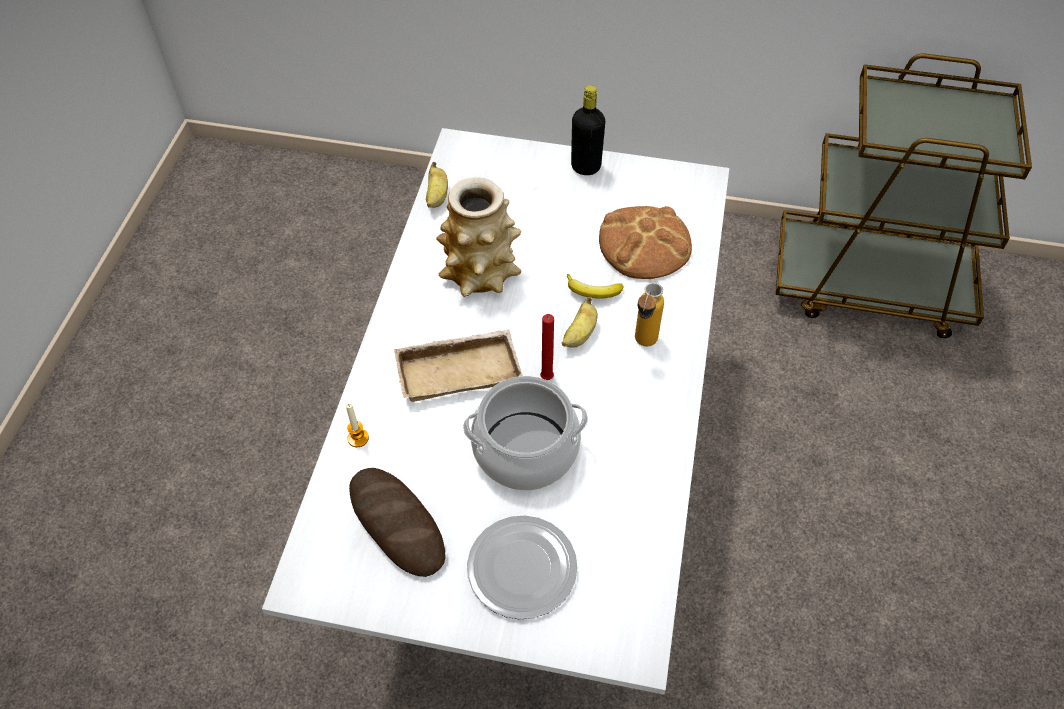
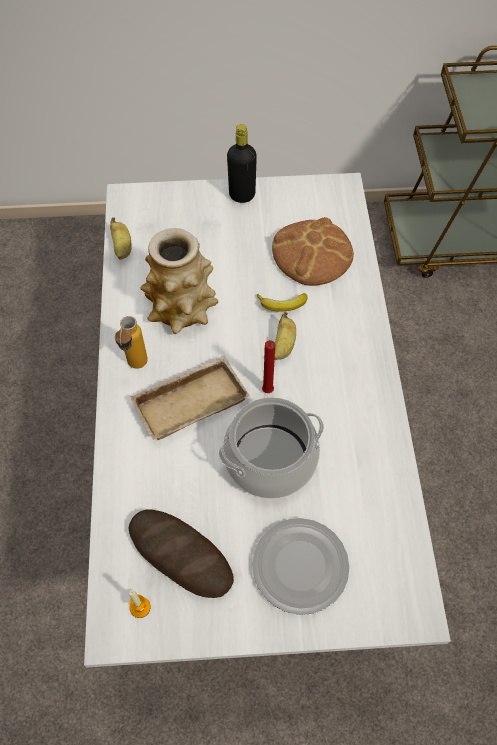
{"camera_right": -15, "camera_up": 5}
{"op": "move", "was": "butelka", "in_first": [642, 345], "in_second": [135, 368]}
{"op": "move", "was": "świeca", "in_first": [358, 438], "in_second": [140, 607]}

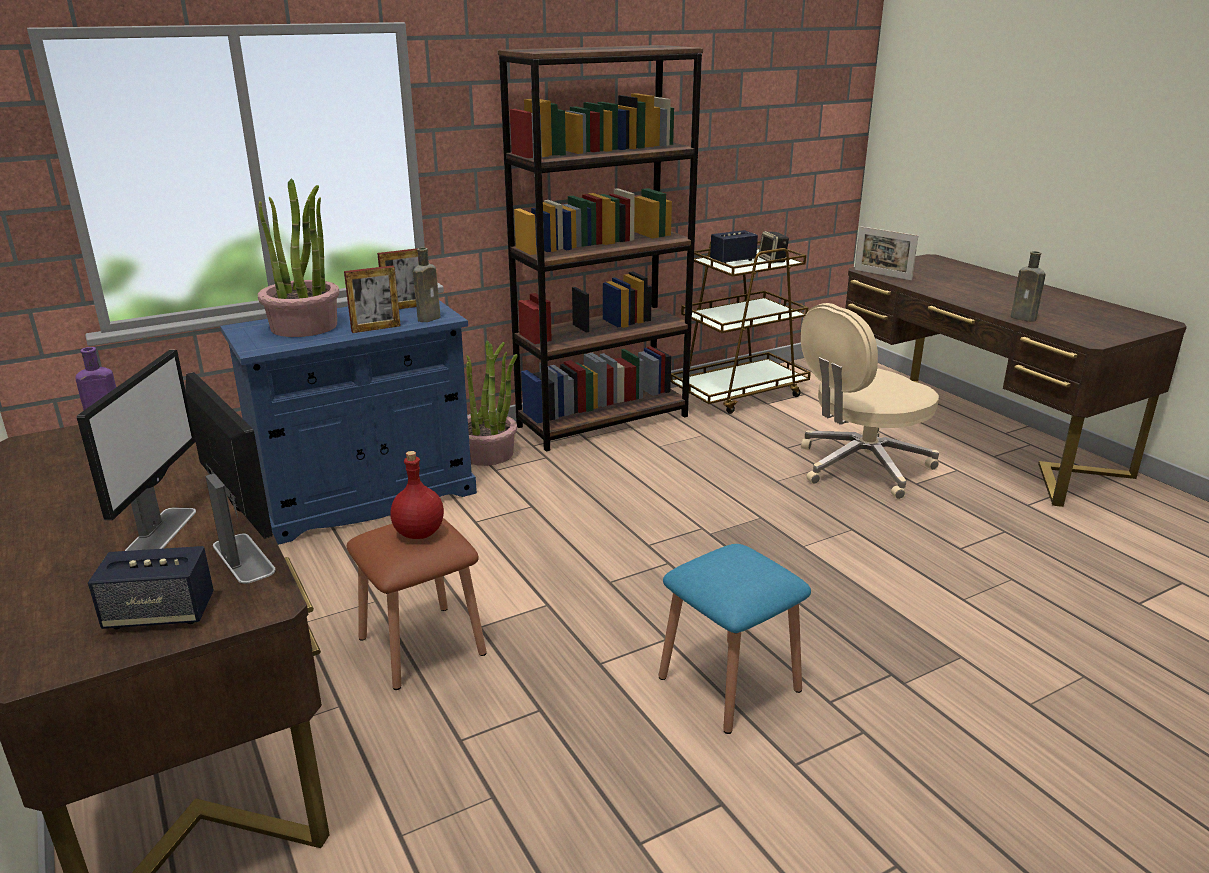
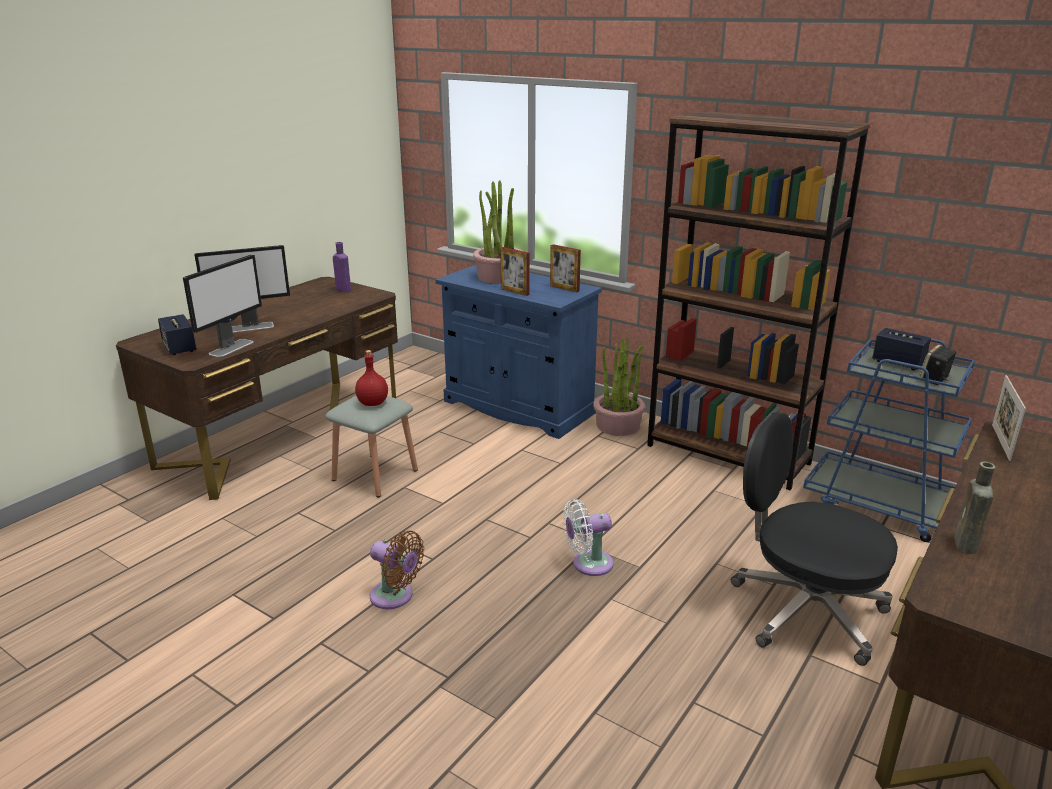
{"camera_right": 65, "camera_up": 0}
{"op": "recolor", "was": "stołek/brązowy", "now": "stołek/szary", "in_first": [422, 645], "in_second": [375, 475]}
{"op": "replace", "was": "stołek/niebieski", "now": "wentylator/brązowy", "in_first": [729, 683], "in_second": [395, 597]}
{"op": "insert", "now": "wentylator/biały", "in_second": [588, 564]}
{"op": "recolor", "was": "krzesło biurowe/beżowy", "now": "krzesło biurowe/czarny", "in_first": [861, 467], "in_second": [804, 610]}
{"op": "recolor", "was": "wózek/brązowy", "now": "wózek/niebieski", "in_first": [739, 393], "in_second": [881, 506]}
{"op": "delete", "was": "butelka/brązowy", "in_first": [430, 318]}

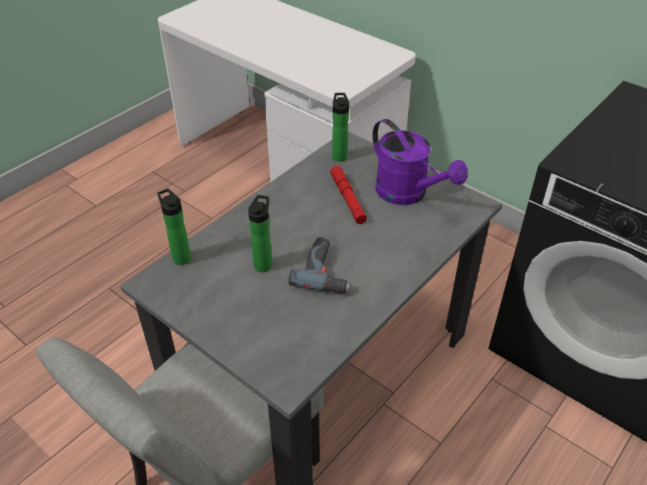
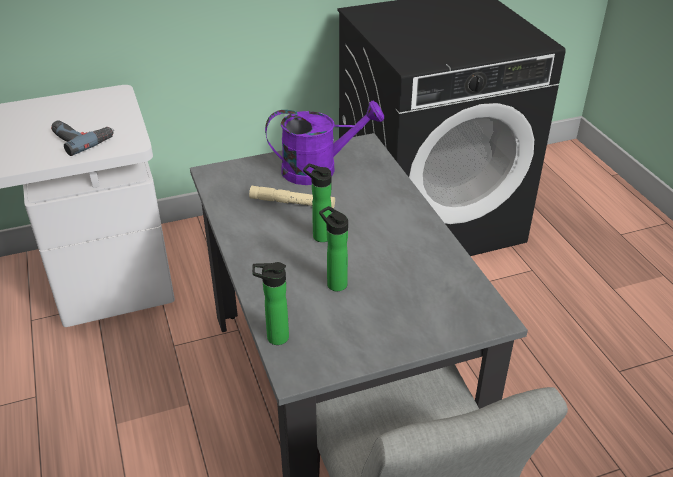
{"camera_right": -60, "camera_up": -5}
{"op": "move", "was": "wiertarka", "in_first": [326, 271], "in_second": [81, 138]}
{"op": "recolor", "was": "latarka/czerwony", "now": "latarka/beżowy", "in_first": [348, 199], "in_second": [292, 202]}
{"op": "move", "was": "butelka", "in_first": [339, 155], "in_second": [319, 236]}

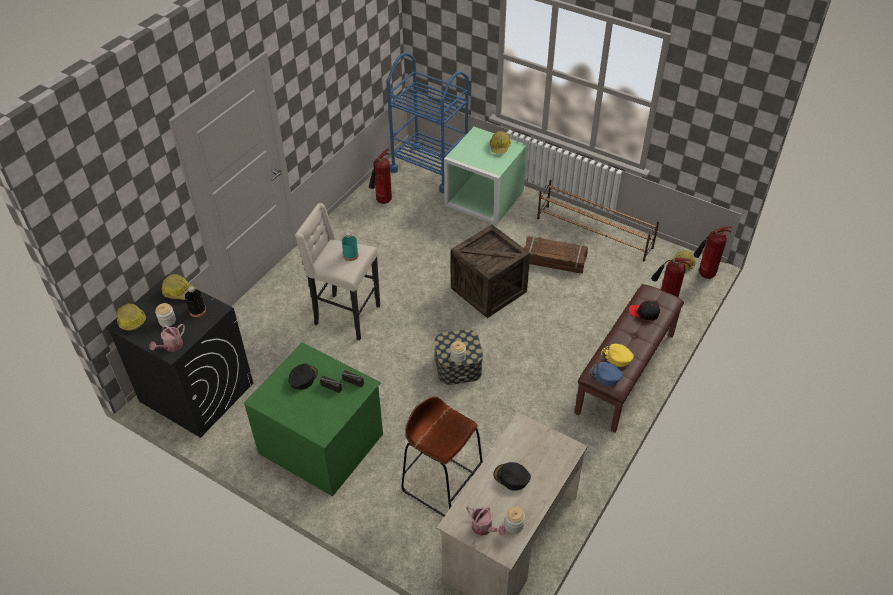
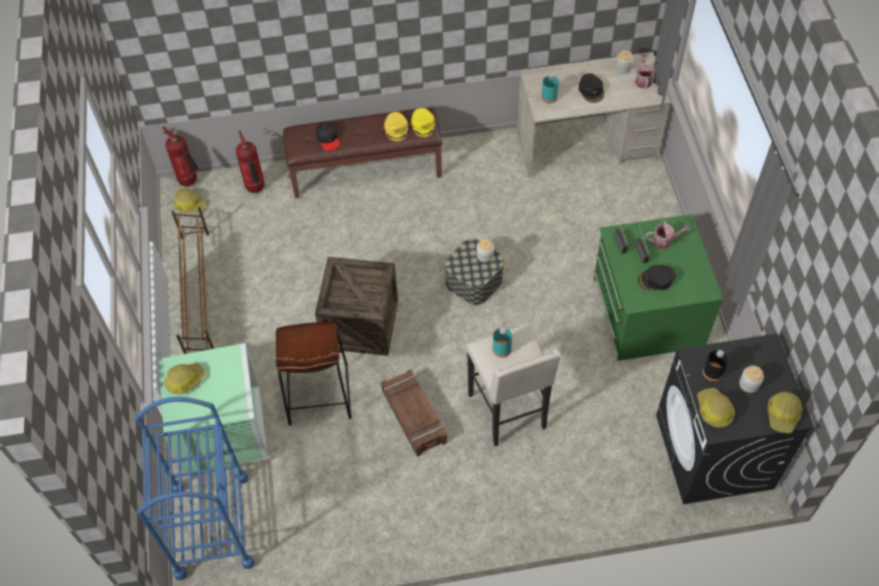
{"camera_right": -130, "camera_up": 10}
{"op": "move", "was": "stołek/brązowy", "in_first": [443, 484], "in_second": [318, 395]}
{"op": "move", "was": "skrzynka", "in_first": [553, 260], "in_second": [414, 416]}
{"op": "recolor", "was": "czapka z daszkiem/niebieski", "now": "czapka z daszkiem/żółty", "in_first": [605, 375], "in_second": [423, 124]}
{"op": "insert", "now": "butelka/turkusowy", "in_second": [549, 97]}
{"op": "move", "was": "konewka", "in_first": [171, 346], "in_second": [665, 241]}
{"op": "delete", "was": "gaśnica", "in_first": [382, 202]}

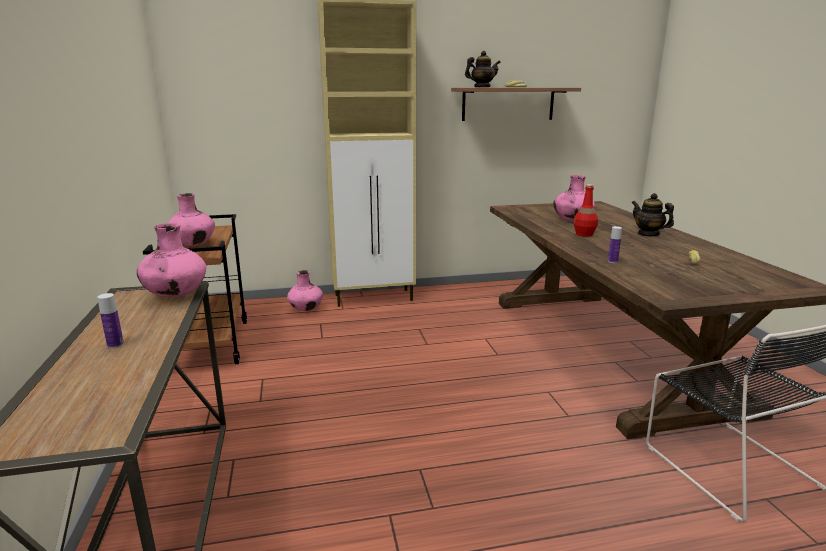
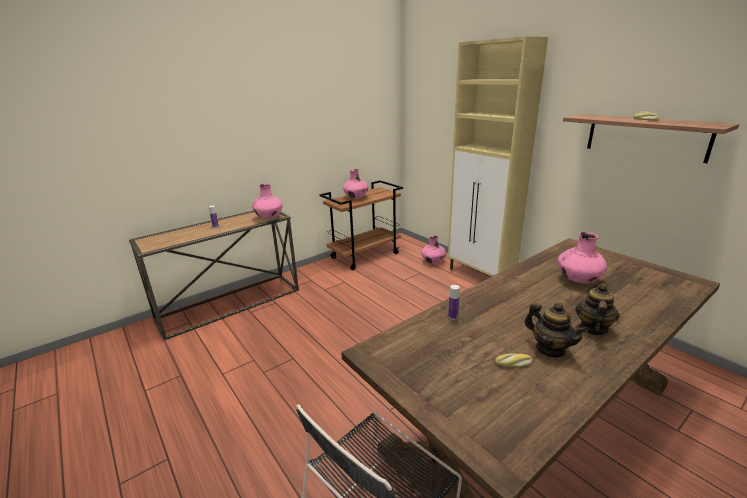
{"camera_right": 65, "camera_up": 5}
{"op": "move", "was": "imbryk", "in_first": [482, 87], "in_second": [550, 349]}
{"op": "delete", "was": "butelka/czerwony", "in_first": [584, 234]}

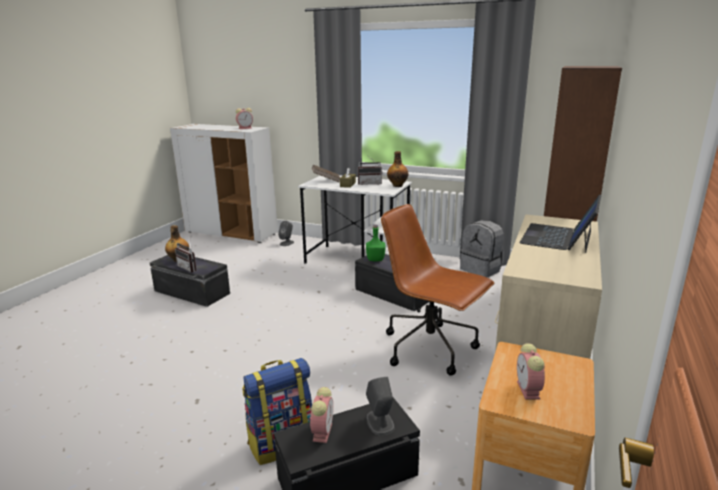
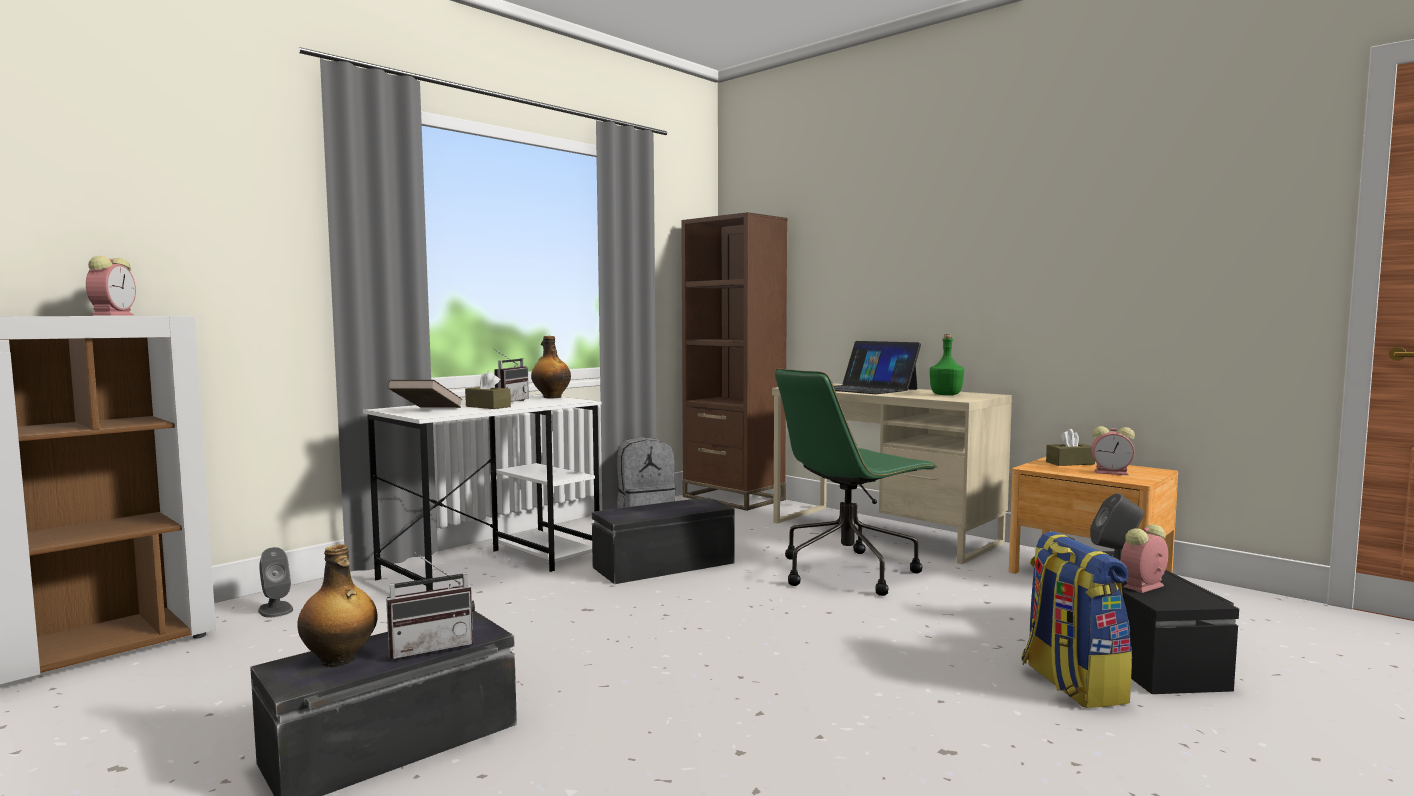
{"camera_right": -70, "camera_up": -15}
{"op": "recolor", "was": "krzesło biurowe/brązowy", "now": "krzesło biurowe/zielony", "in_first": [431, 349], "in_second": [848, 571]}
{"op": "move", "was": "butelka/zielony", "in_first": [375, 259], "in_second": [945, 395]}
{"op": "insert", "now": "pudełko chusteczek/brązowy", "in_second": [1070, 463]}
{"op": "rotate", "was": "budzik", "in_first": [322, 431], "in_second": [1143, 587], "clockwise": -60}

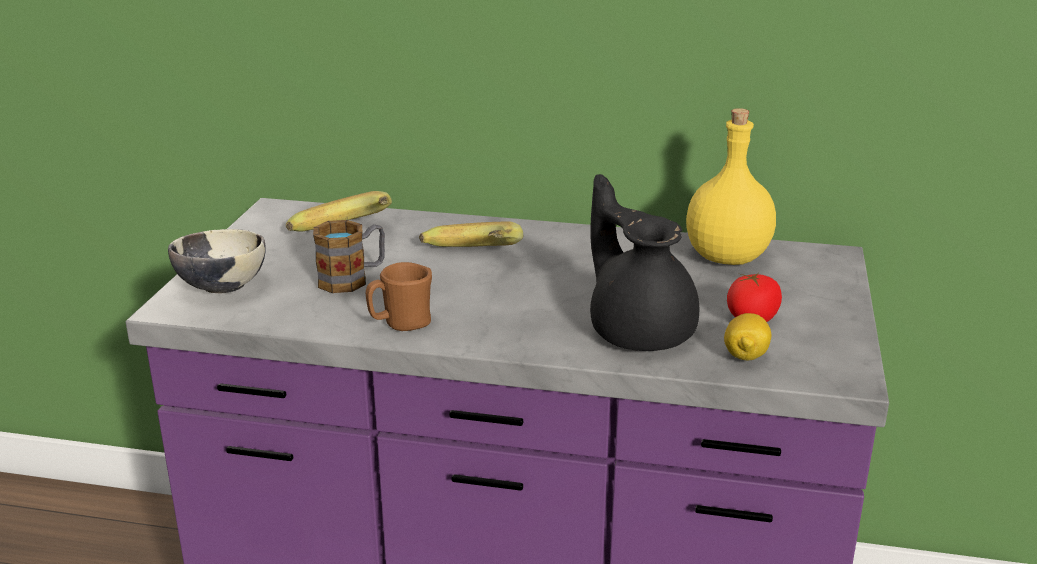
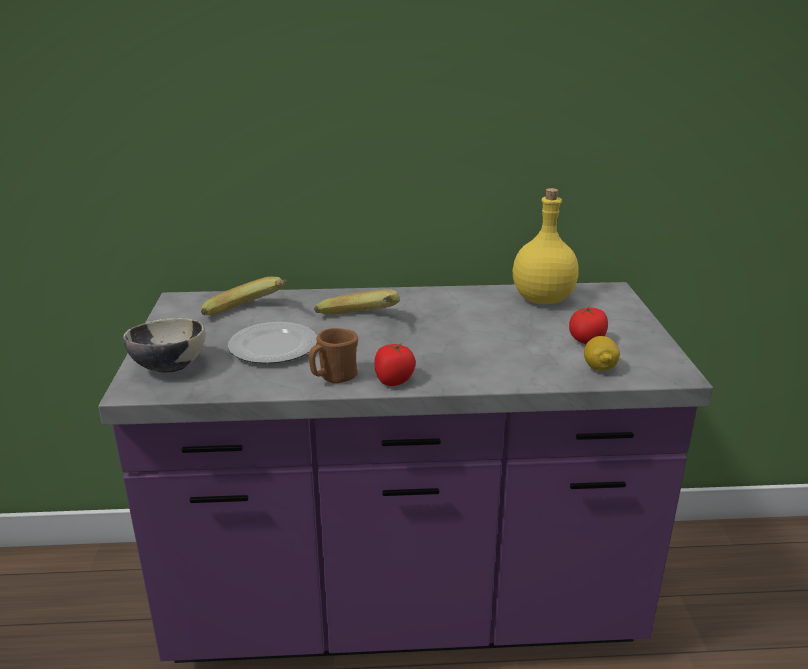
{"camera_right": -15, "camera_up": 0}
{"op": "replace", "was": "kubek", "now": "talerz", "in_first": [352, 279], "in_second": [274, 347]}
{"op": "insert", "now": "pomidor", "in_second": [394, 380]}
{"op": "delete", "was": "imbryk/czarny", "in_first": [639, 330]}

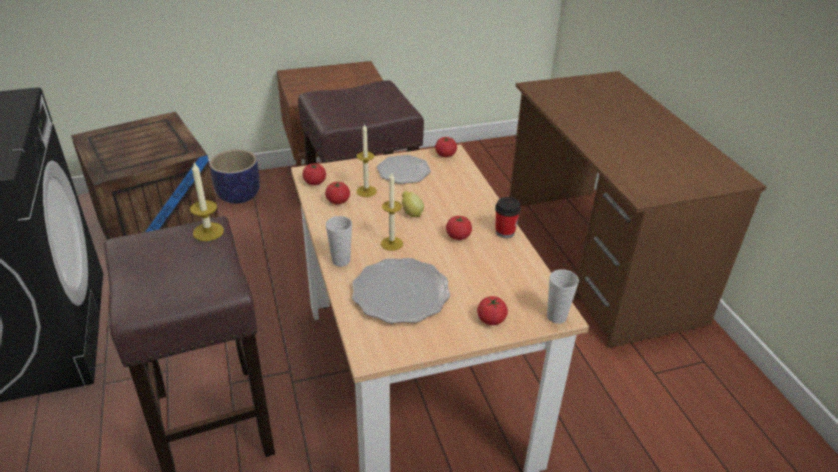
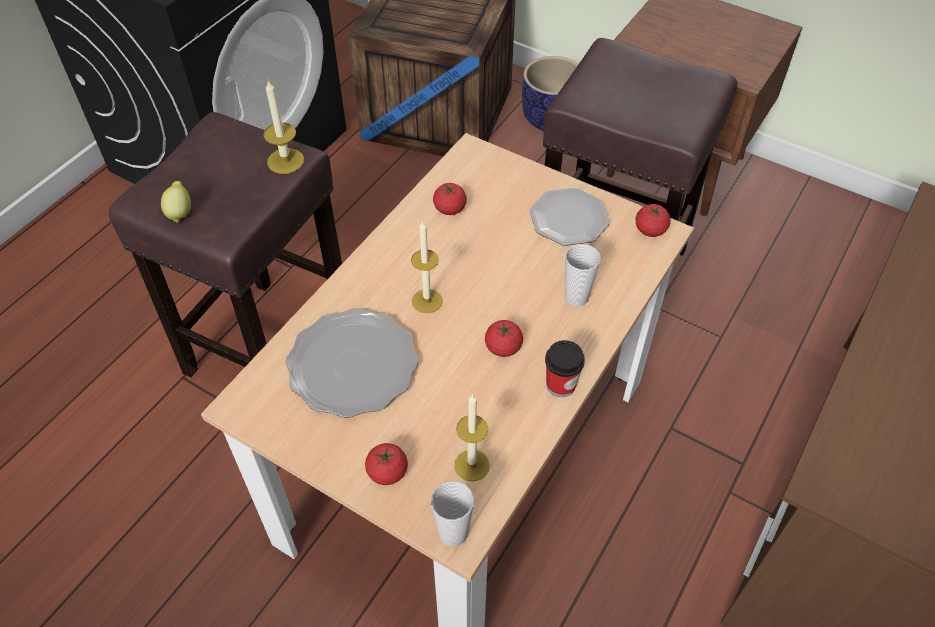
{"camera_right": 50, "camera_up": 15}
{"op": "move", "was": "cytryna", "in_first": [411, 213], "in_second": [180, 212]}
{"op": "move", "was": "świeca", "in_first": [366, 191], "in_second": [471, 465]}
{"op": "move", "was": "filiżanka", "in_first": [341, 261], "in_second": [576, 297]}
{"op": "delete", "was": "pomidor", "in_first": [315, 182]}

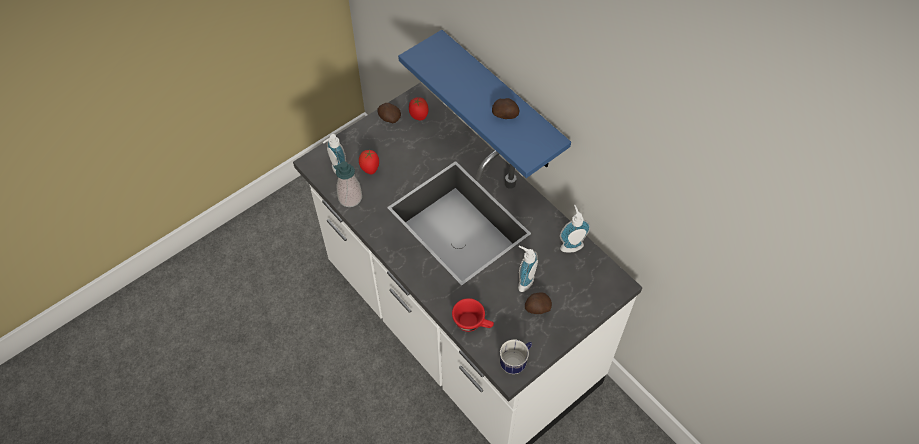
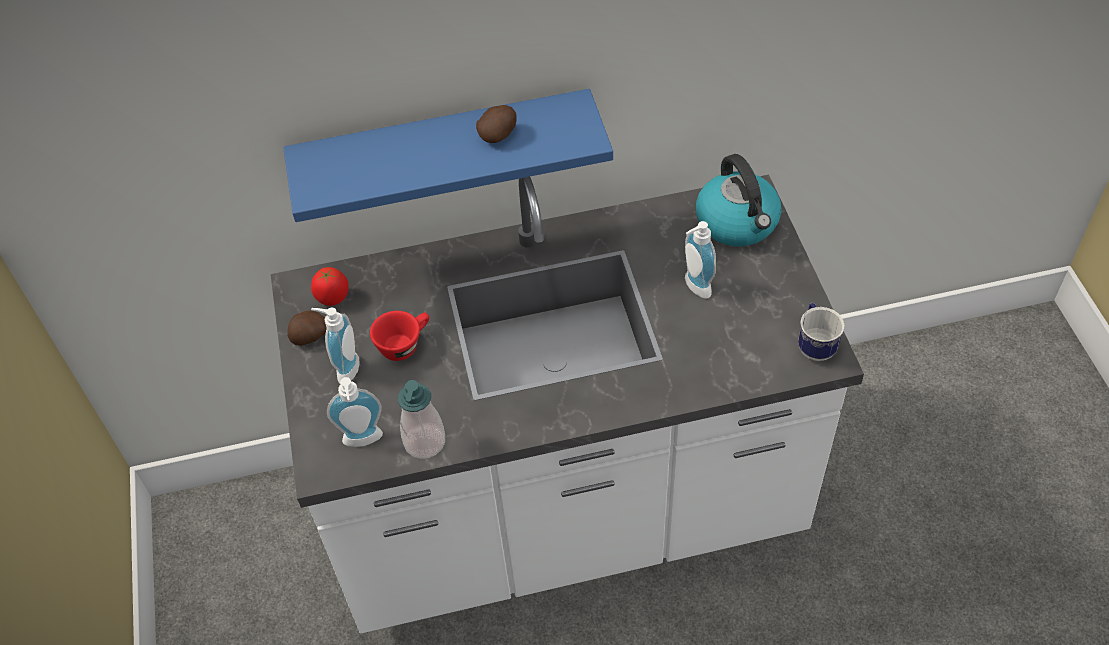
{"camera_right": -60, "camera_up": -5}
{"op": "move", "was": "dozownik mydła", "in_first": [570, 244], "in_second": [344, 369]}
{"op": "move", "was": "filiżanka/czerwony", "in_first": [473, 323], "in_second": [404, 344]}
{"op": "insert", "now": "czajnik", "in_second": [738, 223]}
{"op": "delete", "was": "pomidor", "in_first": [370, 168]}
{"op": "delete", "was": "ziemniak", "in_first": [537, 308]}

